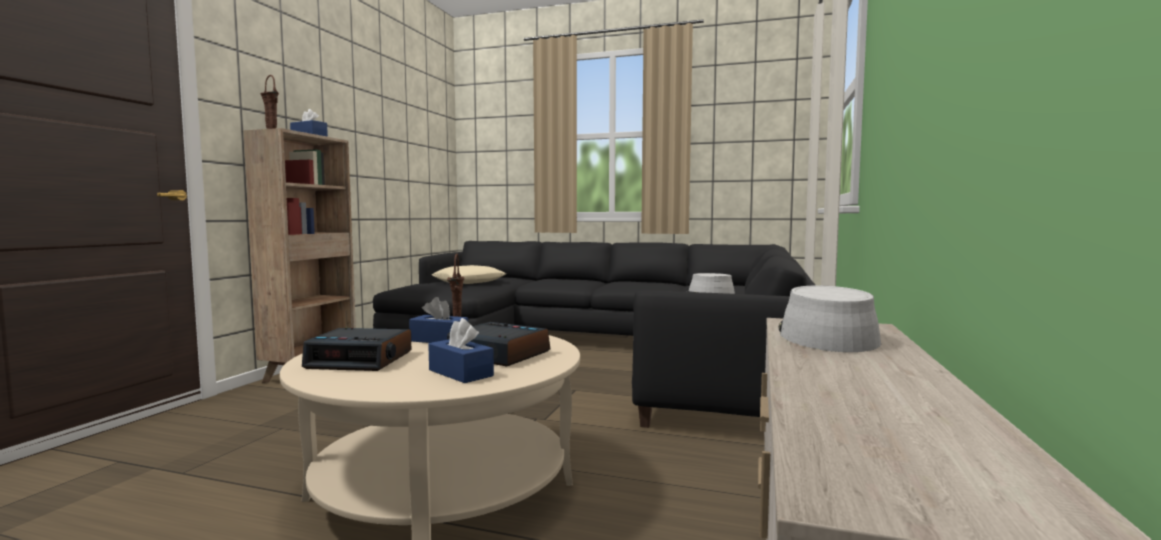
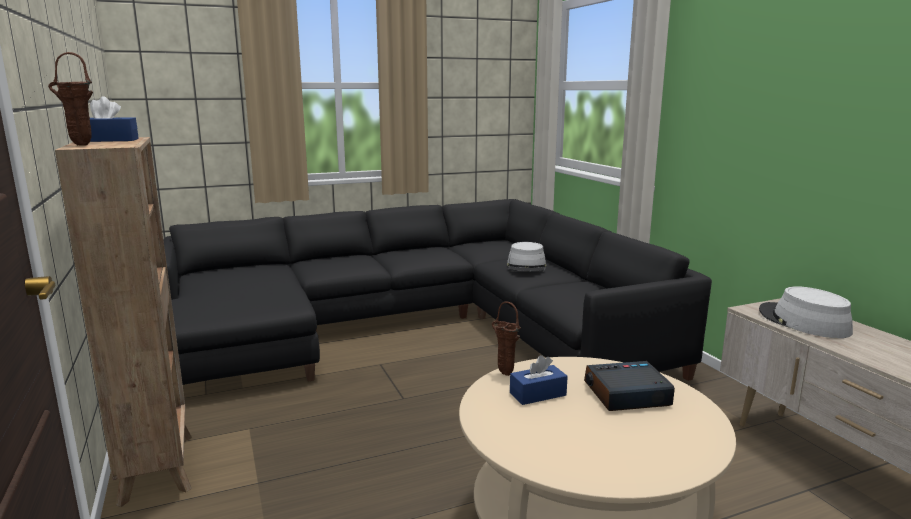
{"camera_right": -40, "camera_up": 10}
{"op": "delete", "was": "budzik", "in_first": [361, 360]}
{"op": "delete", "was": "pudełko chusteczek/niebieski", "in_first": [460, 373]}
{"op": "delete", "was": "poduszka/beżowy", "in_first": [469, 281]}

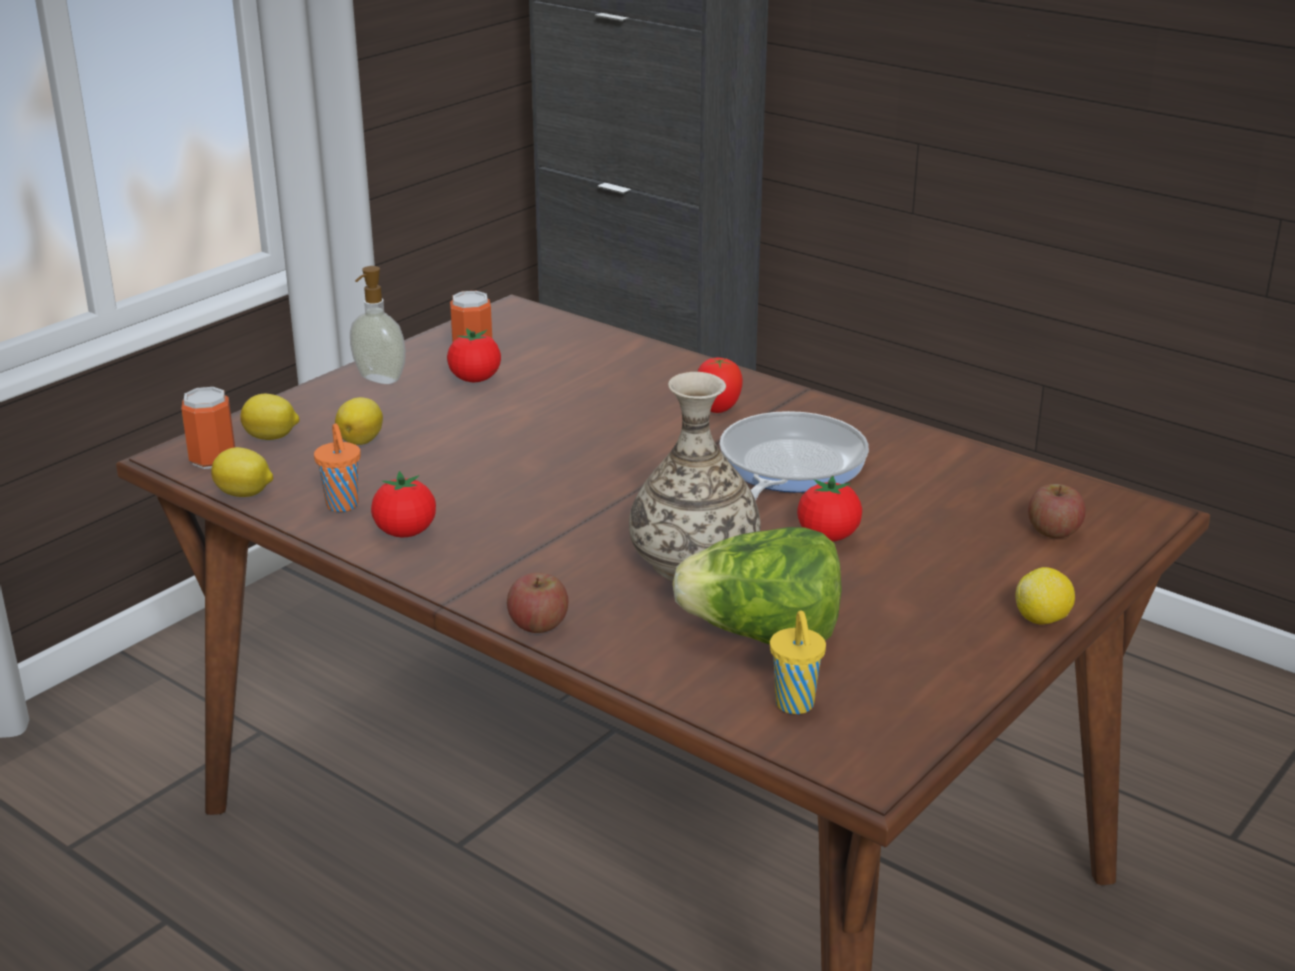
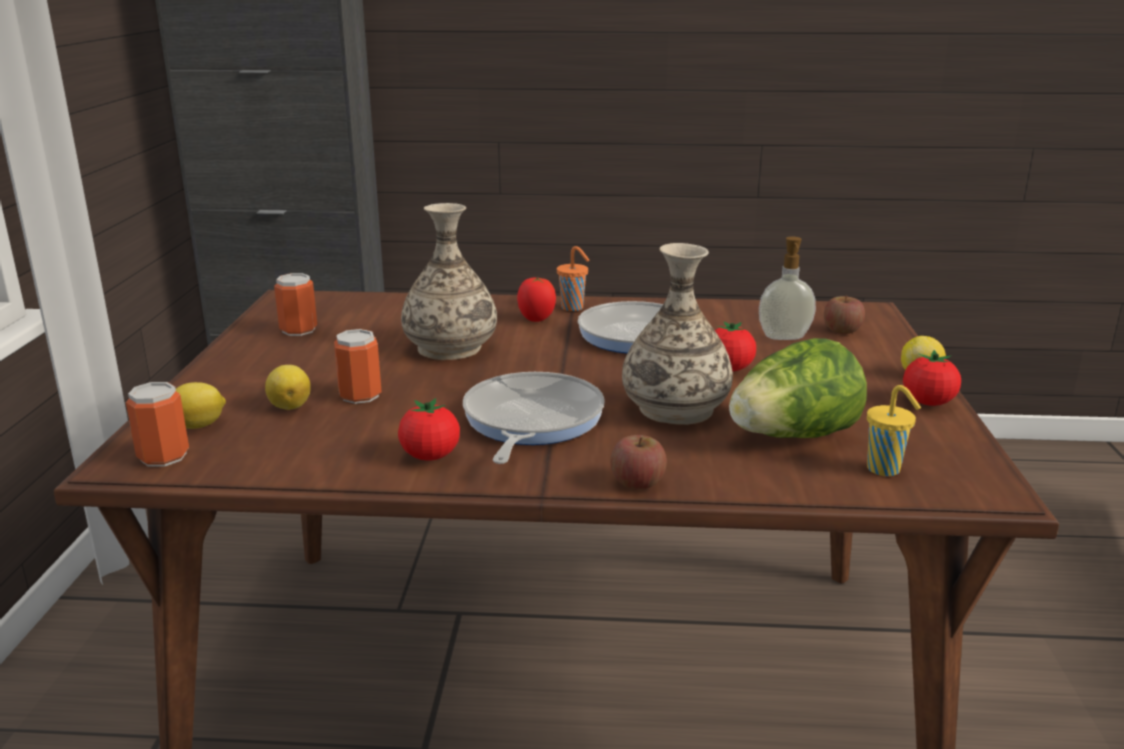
{"camera_right": -35, "camera_up": -5}
{"op": "insert", "now": "puszka", "in_second": [360, 395]}
{"op": "insert", "now": "wazon", "in_second": [450, 348]}
{"op": "insert", "now": "patelnia", "in_second": [530, 422]}
{"op": "move", "was": "filiżanka/pomarańczowy", "in_first": [343, 506], "in_second": [573, 308]}
{"op": "move", "was": "dozownik mydła", "in_first": [378, 379], "in_second": [784, 338]}
{"op": "move", "was": "pomidor", "in_first": [475, 379], "in_second": [928, 402]}
{"op": "delete", "was": "cytryna", "in_first": [245, 494]}

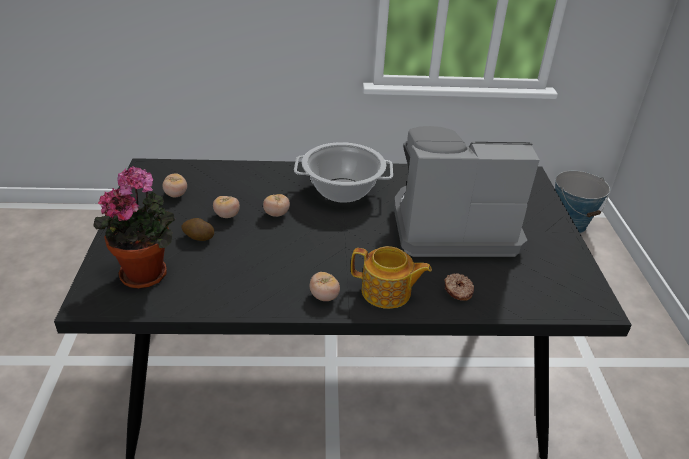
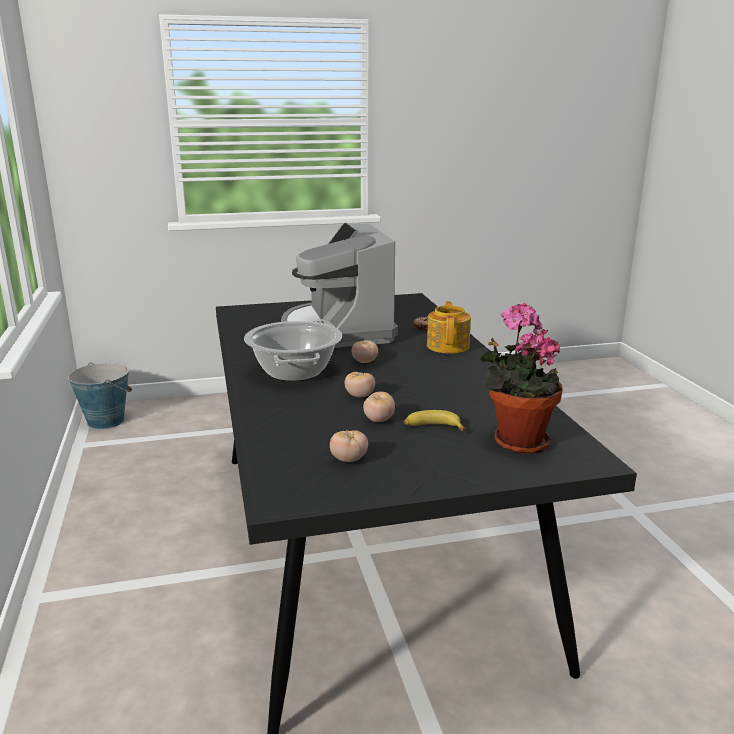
{"camera_right": -100, "camera_up": -15}
{"op": "move", "was": "pomidor", "in_first": [324, 296], "in_second": [364, 362]}
{"op": "replace", "was": "ziemniak", "now": "banan", "in_first": [198, 237], "in_second": [433, 427]}

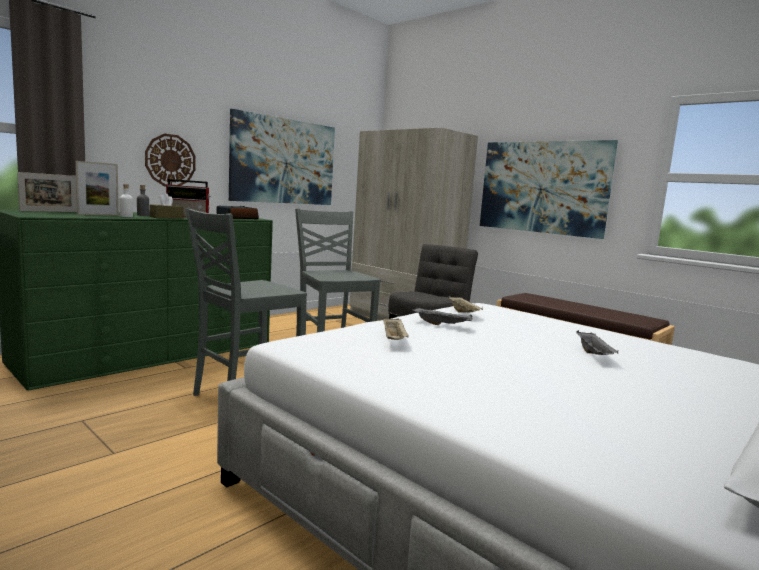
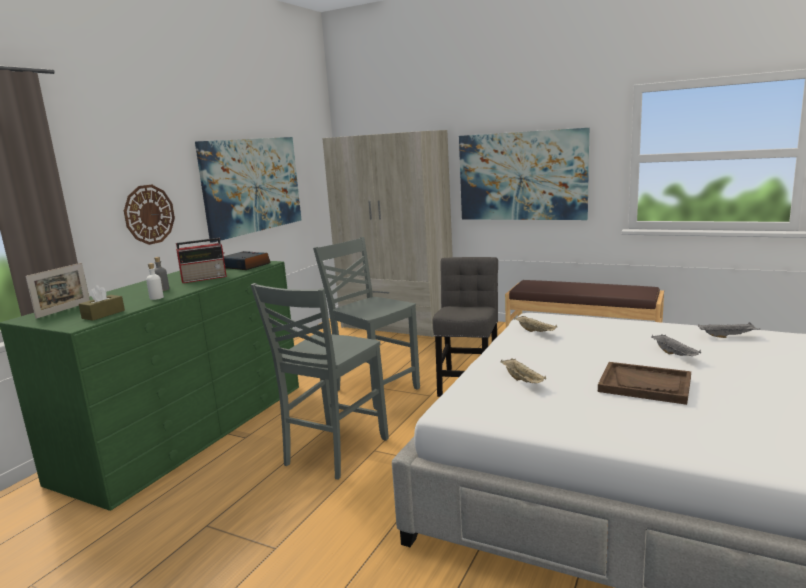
{"camera_right": -15, "camera_up": 5}
{"op": "move", "was": "pudełko chusteczek/brązowy", "in_first": [166, 217], "in_second": [103, 314]}
{"op": "insert", "now": "taca/brązowy", "in_second": [645, 385]}
{"op": "move", "was": "taca/szary", "in_first": [442, 325], "in_second": [727, 336]}
{"op": "delete", "was": "ramka na zdjęcie", "in_first": [98, 215]}

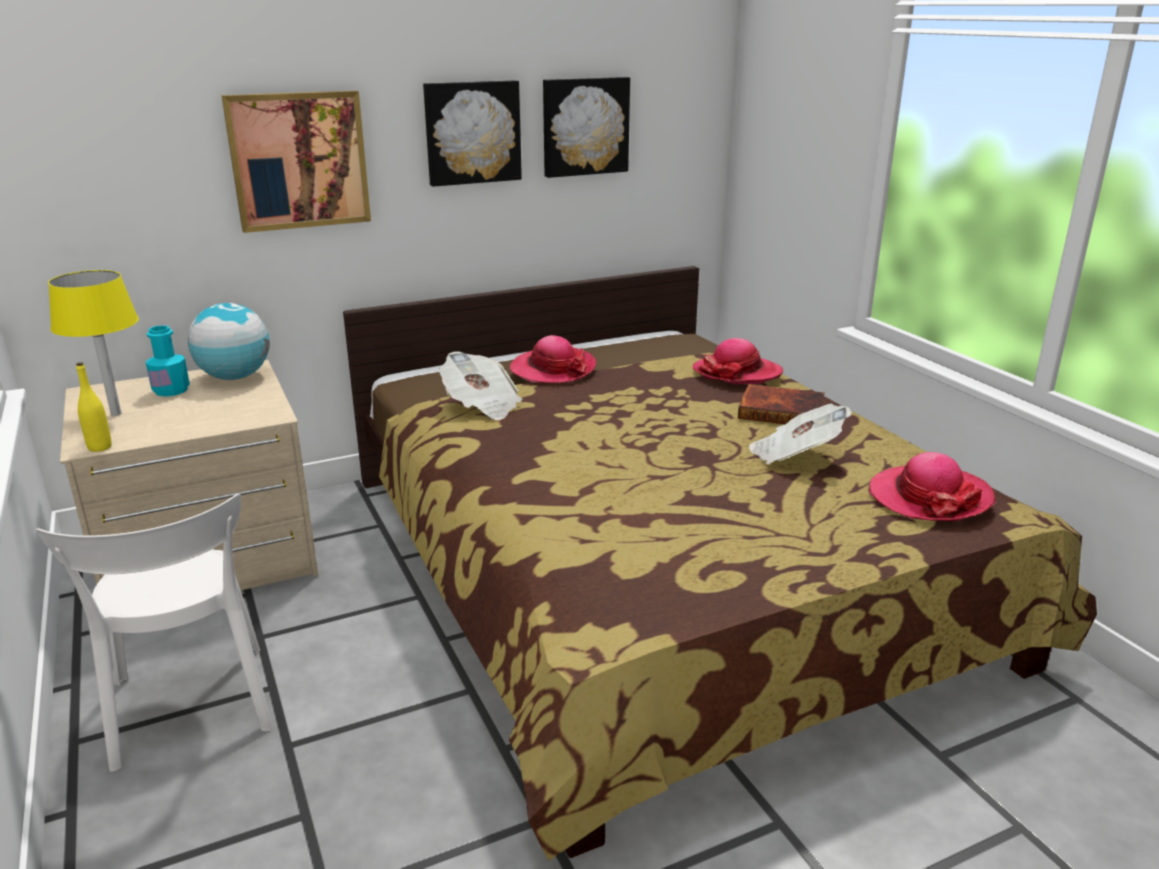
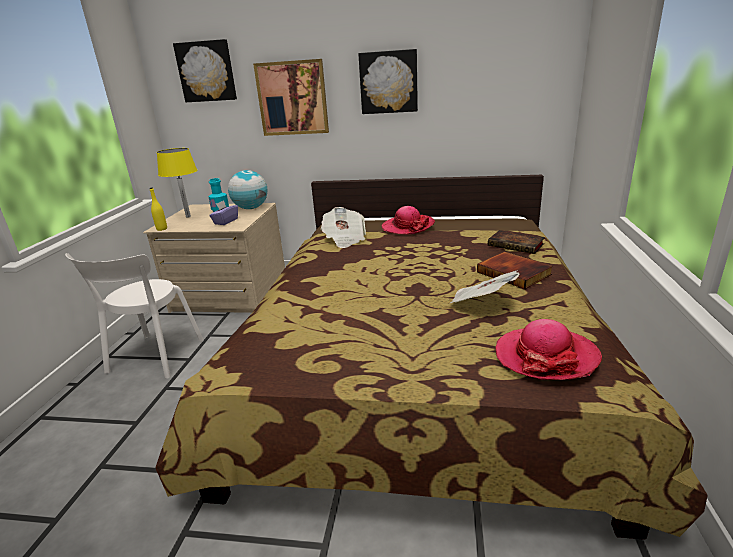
{"camera_right": 35, "camera_up": 0}
{"op": "move", "was": "obraz", "in_first": [584, 126], "in_second": [206, 71]}
{"op": "insert", "now": "pudełko chusteczek/fioletowy", "in_second": [225, 221]}
{"op": "replace", "was": "kapelusz", "now": "książka", "in_first": [737, 373], "in_second": [517, 245]}

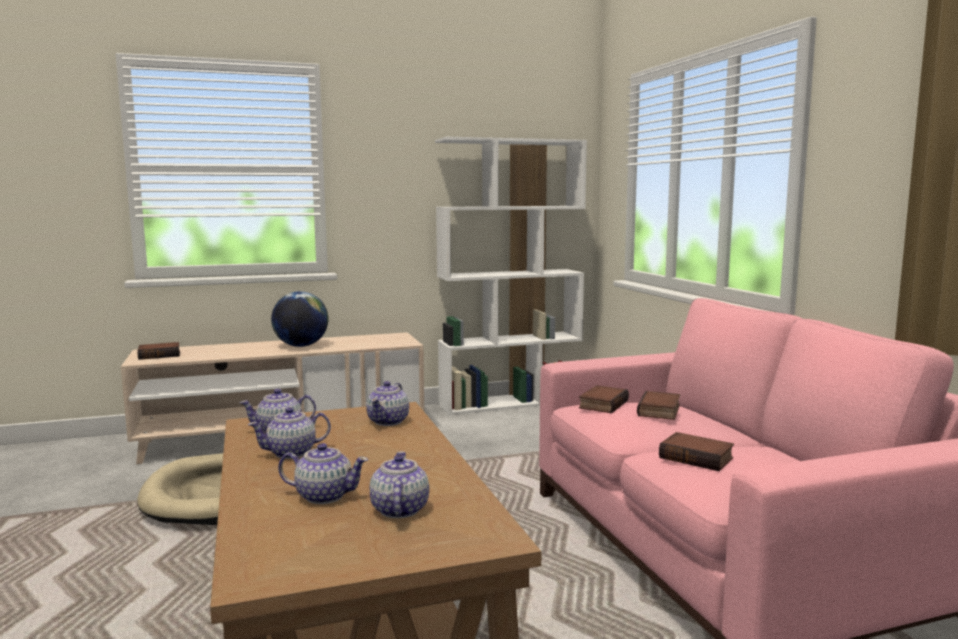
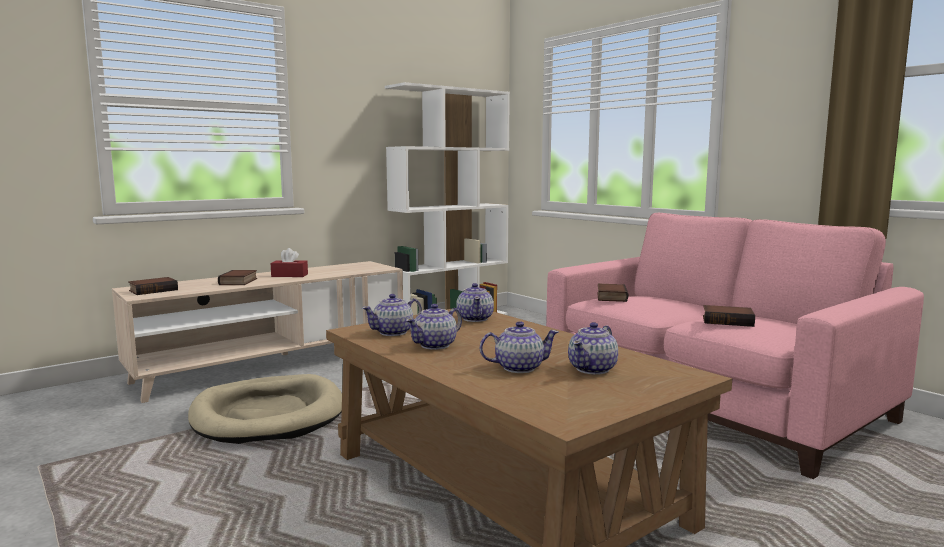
{"camera_right": -20, "camera_up": 0}
{"op": "move", "was": "książka", "in_first": [660, 411], "in_second": [239, 282]}
{"op": "replace", "was": "globus", "now": "pudełko chusteczek/czerwony", "in_first": [301, 346], "in_second": [289, 275]}
{"op": "rotate", "was": "imbryk", "in_first": [399, 510], "in_second": [593, 369], "clockwise": -120}

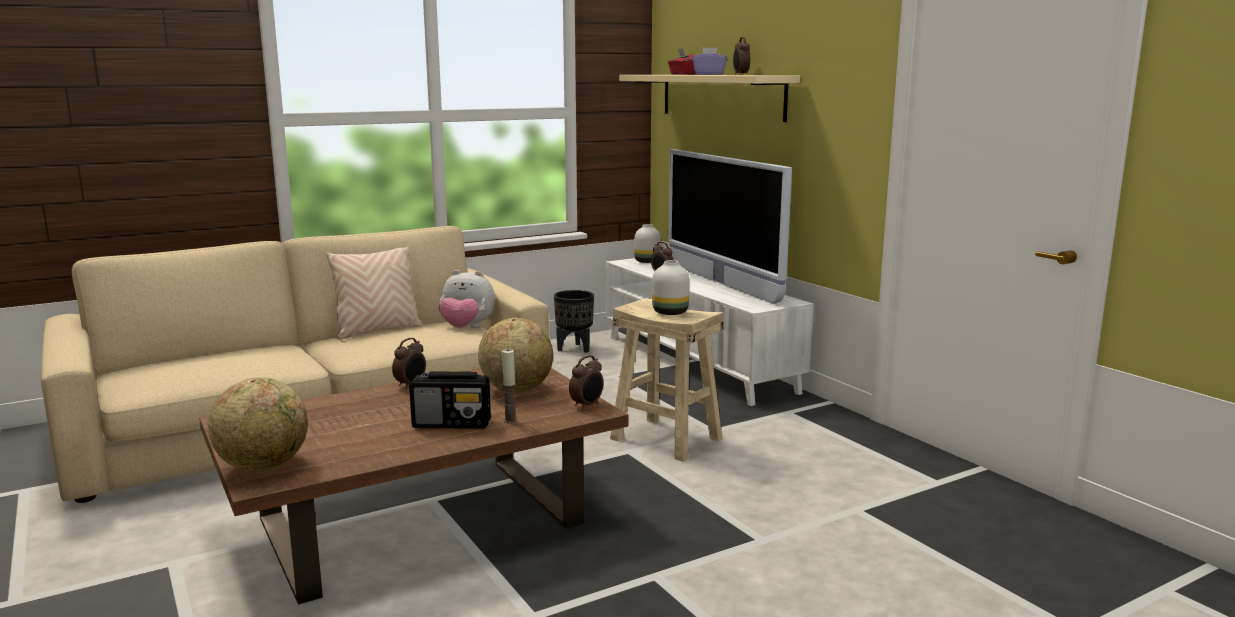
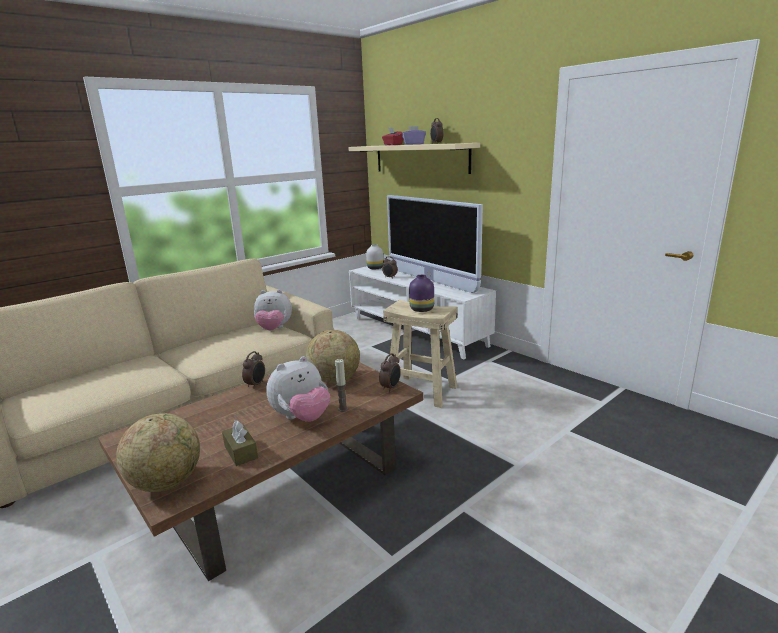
{"camera_right": -10, "camera_up": 5}
{"op": "insert", "now": "pudełko chusteczek/brązowy", "in_second": [241, 452]}
{"op": "replace", "was": "radio", "now": "pluszak", "in_first": [452, 424], "in_second": [302, 418]}
{"op": "recolor", "was": "wazon/biały", "now": "wazon/fioletowy", "in_first": [669, 312], "in_second": [421, 309]}
{"op": "delete", "was": "poduszka/beżowy", "in_first": [377, 331]}
{"op": "delete", "was": "donica/czarny", "in_first": [574, 348]}

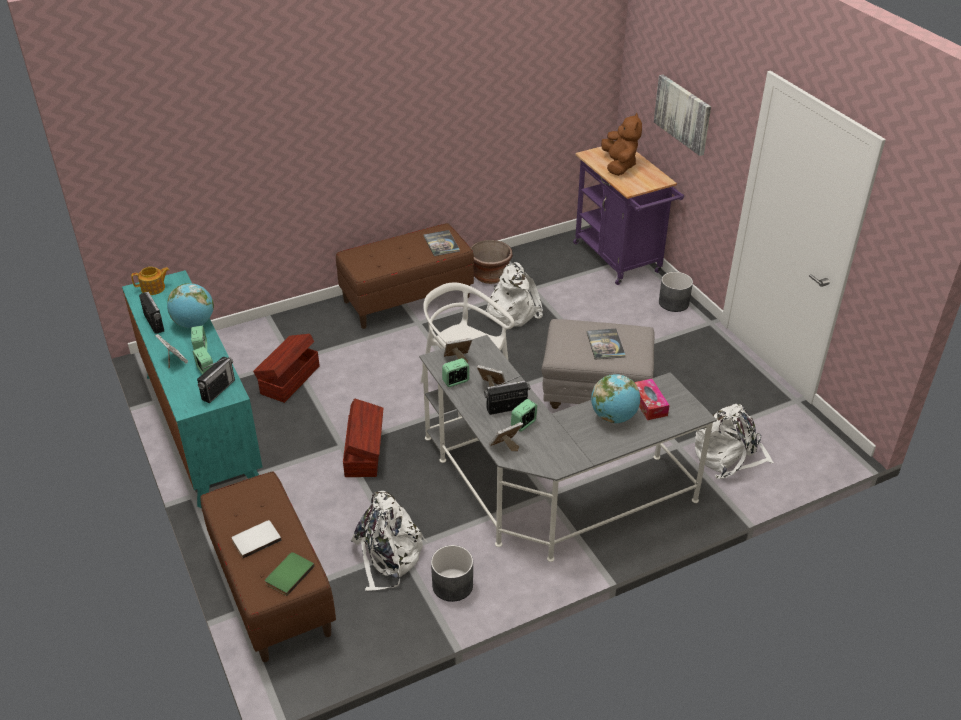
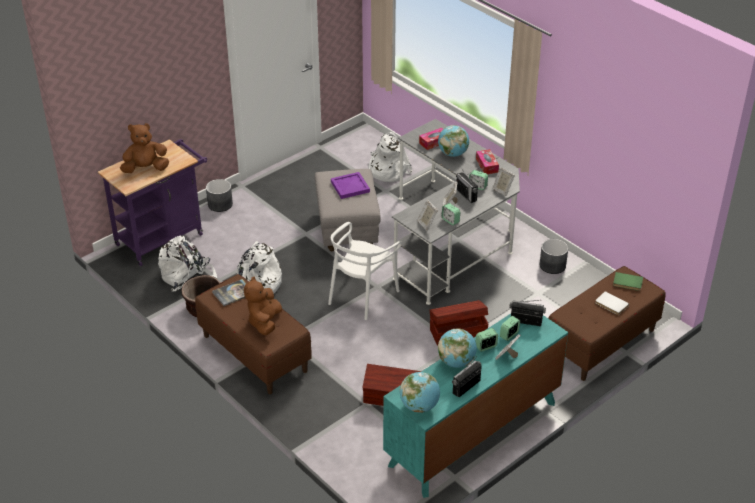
{"camera_right": -105, "camera_up": 0}
{"op": "move", "was": "plecak/biały", "in_first": [388, 556], "in_second": [186, 275]}
{"op": "insert", "now": "pluszak/brązowy", "in_second": [264, 322]}
{"op": "replace", "was": "książka", "now": "taca/fioletowy", "in_first": [605, 344], "in_second": [349, 186]}
{"op": "replace", "was": "imbryk", "now": "globus", "in_first": [153, 288], "in_second": [419, 406]}
{"op": "insert", "now": "pudełko chusteczek", "in_second": [487, 165]}
{"op": "delete", "was": "obraz", "in_first": [683, 114]}

